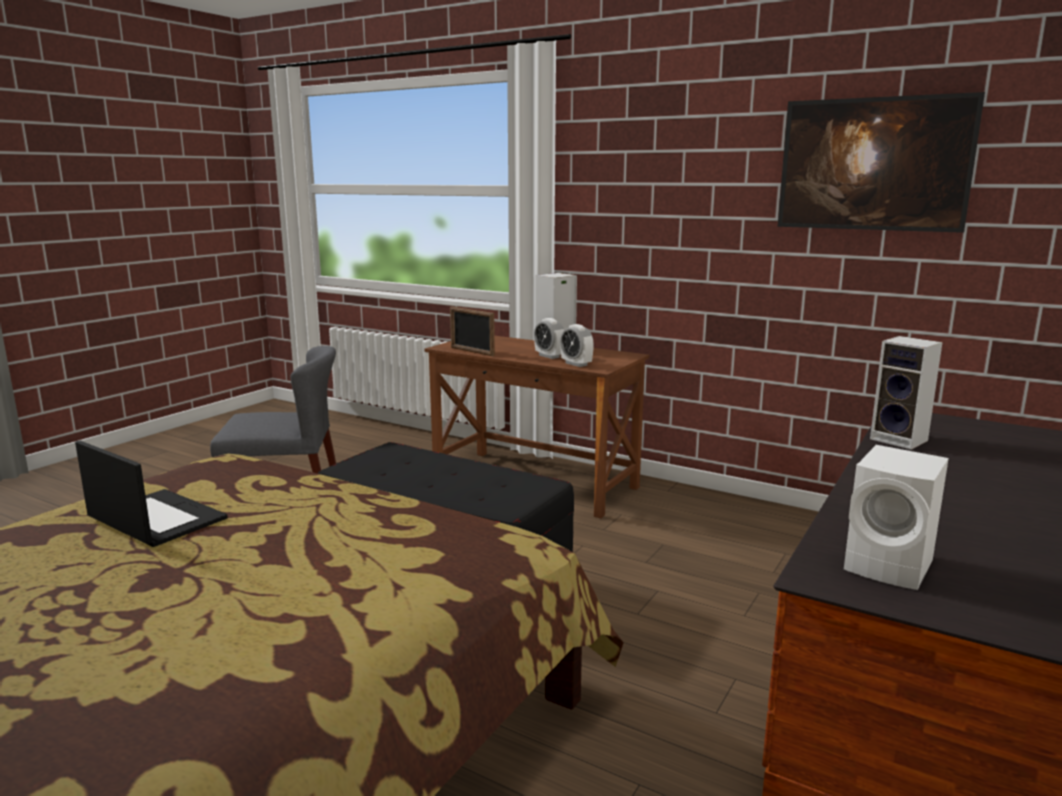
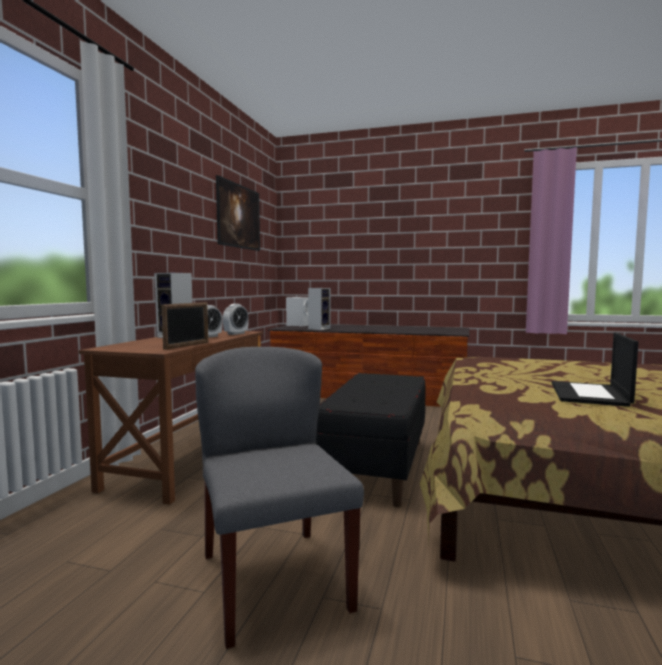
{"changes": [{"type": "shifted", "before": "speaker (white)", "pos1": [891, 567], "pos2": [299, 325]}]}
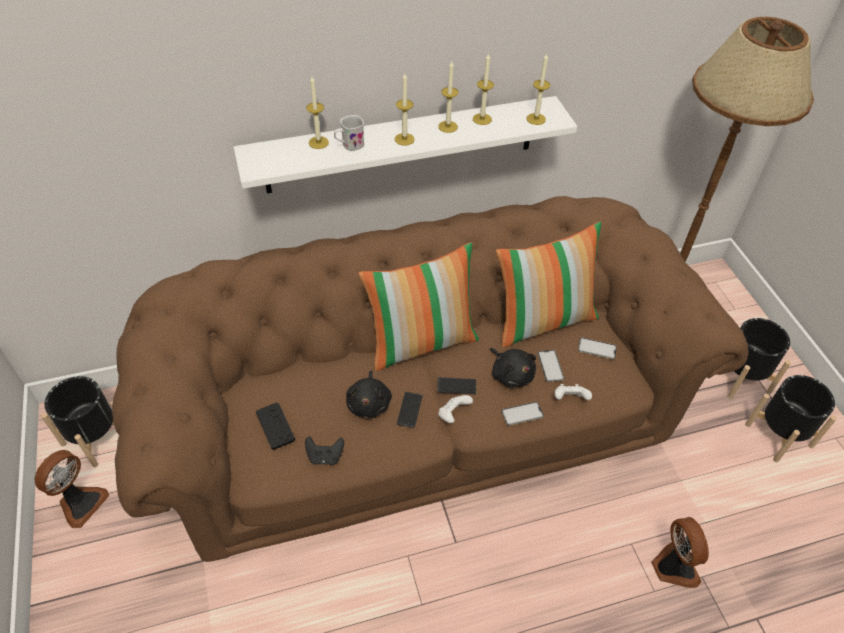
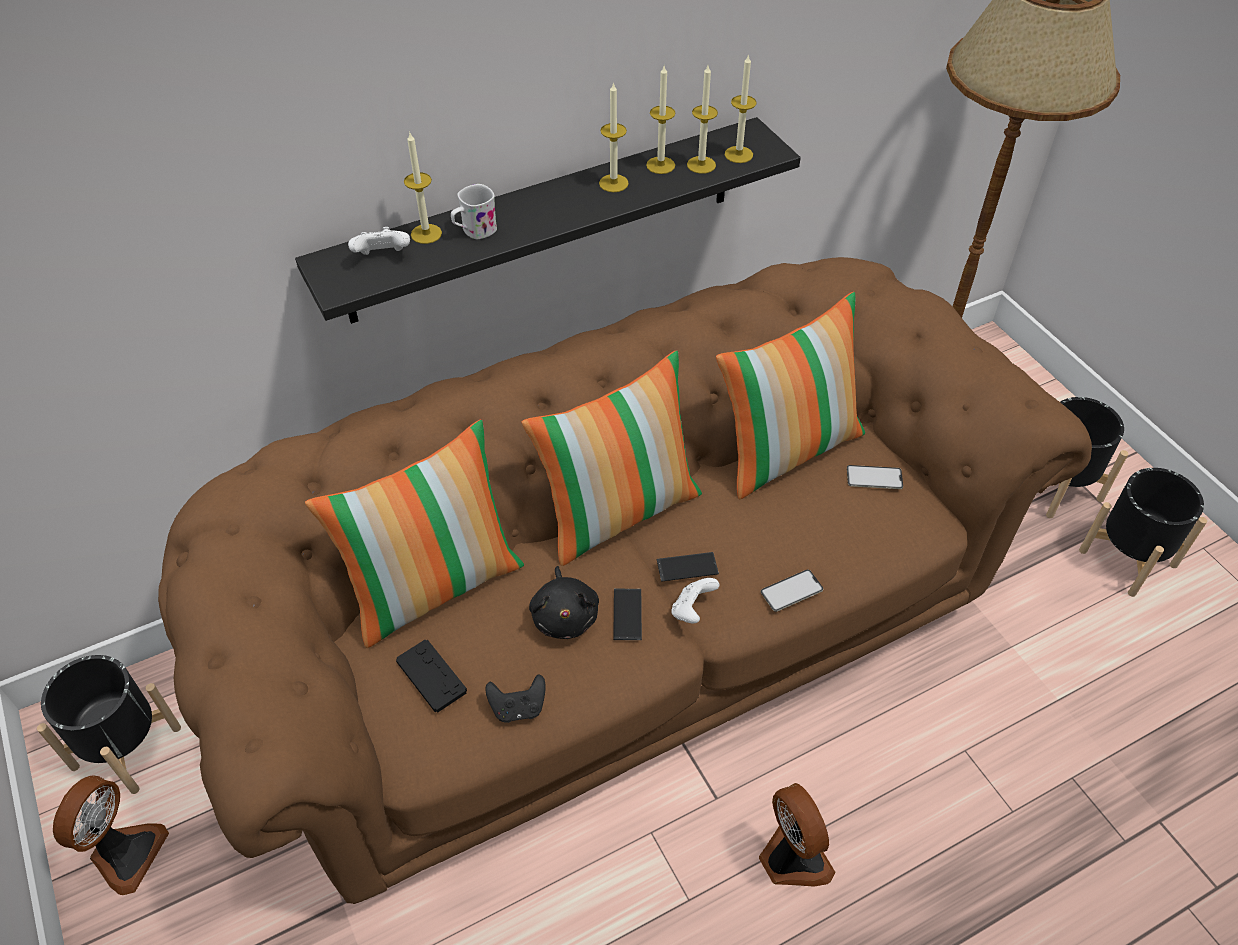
{"changes": [{"type": "repainted", "before": "shelf (white)", "after": "shelf (black)", "pos1": [401, 145], "pos2": [544, 221]}, {"type": "shifted", "before": "candle", "pos1": [404, 139], "pos2": [701, 165]}, {"type": "gone", "before": "plush toy (black)", "pos1": [511, 374]}, {"type": "gone", "before": "phone", "pos1": [550, 366]}, {"type": "shifted", "before": "game controller (white)", "pos1": [569, 399], "pos2": [383, 257]}, {"type": "shifted", "before": "fan", "pos1": [673, 567], "pos2": [791, 858]}, {"type": "new", "after": "pillow", "pos2": [434, 585]}]}
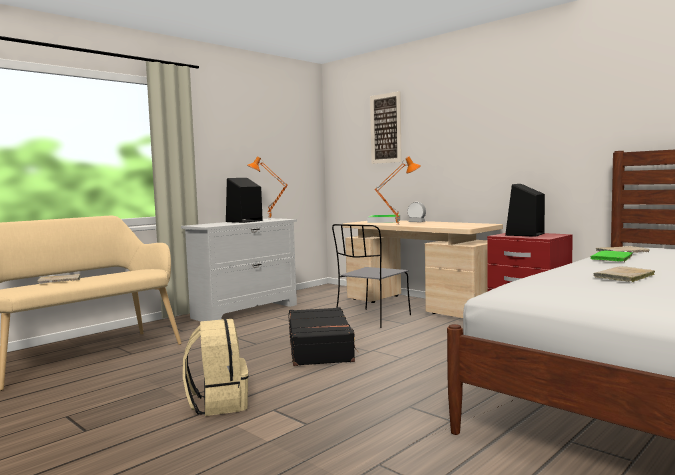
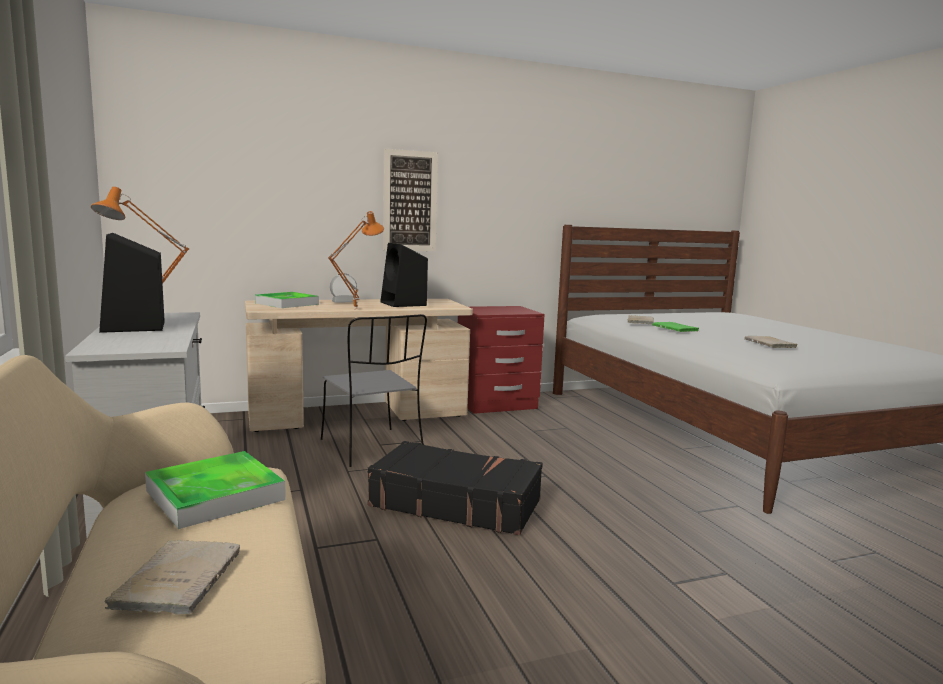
{"changes": [{"type": "gone", "before": "backpack (beige)", "pos1": [218, 403]}, {"type": "shifted", "before": "picture", "pos1": [385, 128], "pos2": [410, 201]}, {"type": "shifted", "before": "speaker (black)", "pos1": [525, 234], "pos2": [404, 304]}, {"type": "new", "after": "tray", "pos2": [215, 495]}]}
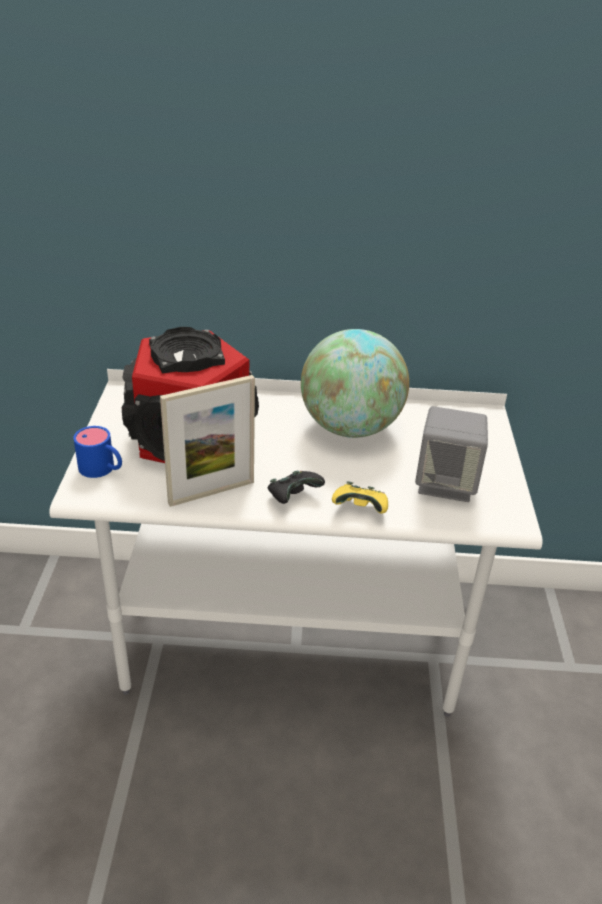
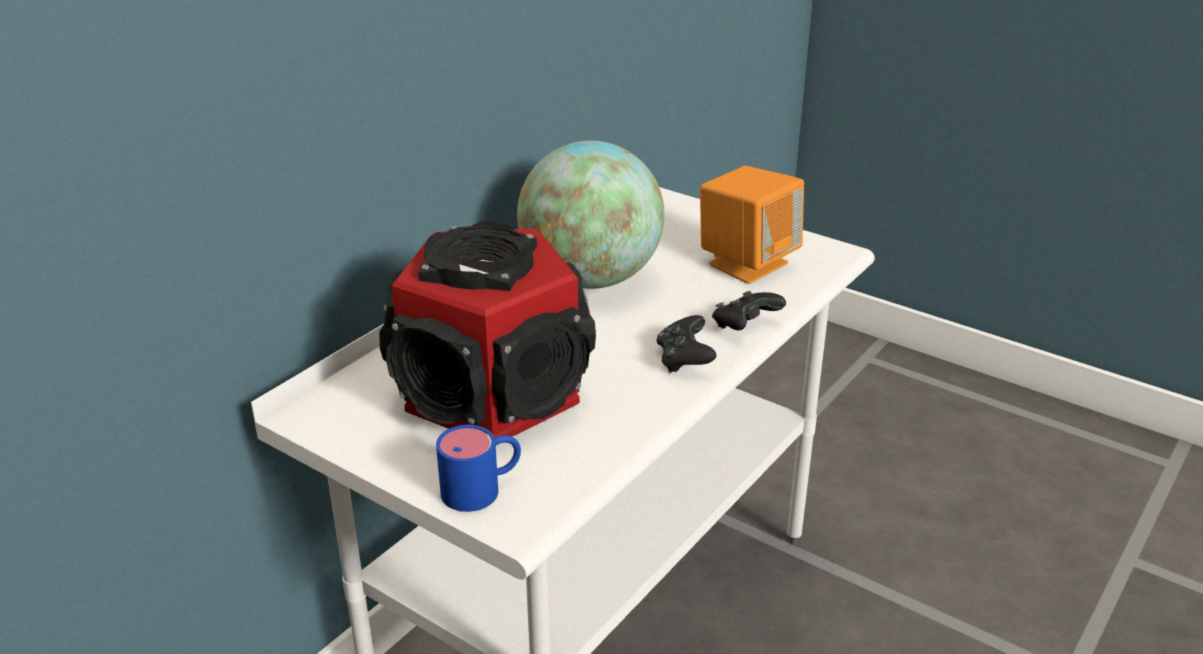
{"changes": [{"type": "gone", "before": "picture frame", "pos1": [211, 492]}, {"type": "repainted", "before": "game controller (yellow)", "after": "game controller (black)", "pos1": [360, 509], "pos2": [745, 326]}, {"type": "repainted", "before": "speaker (grey)", "after": "speaker (orange)", "pos1": [445, 484], "pos2": [747, 263]}]}
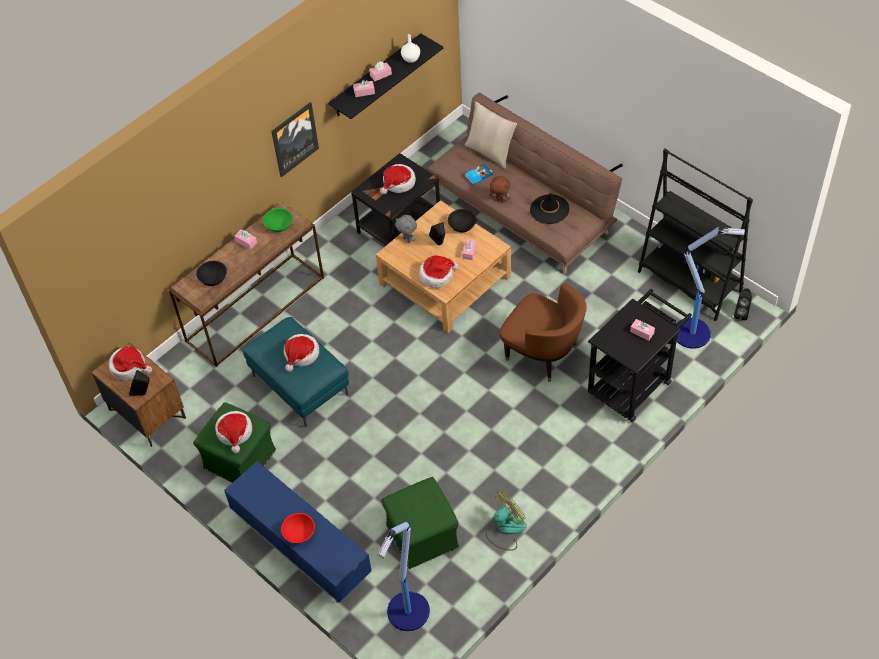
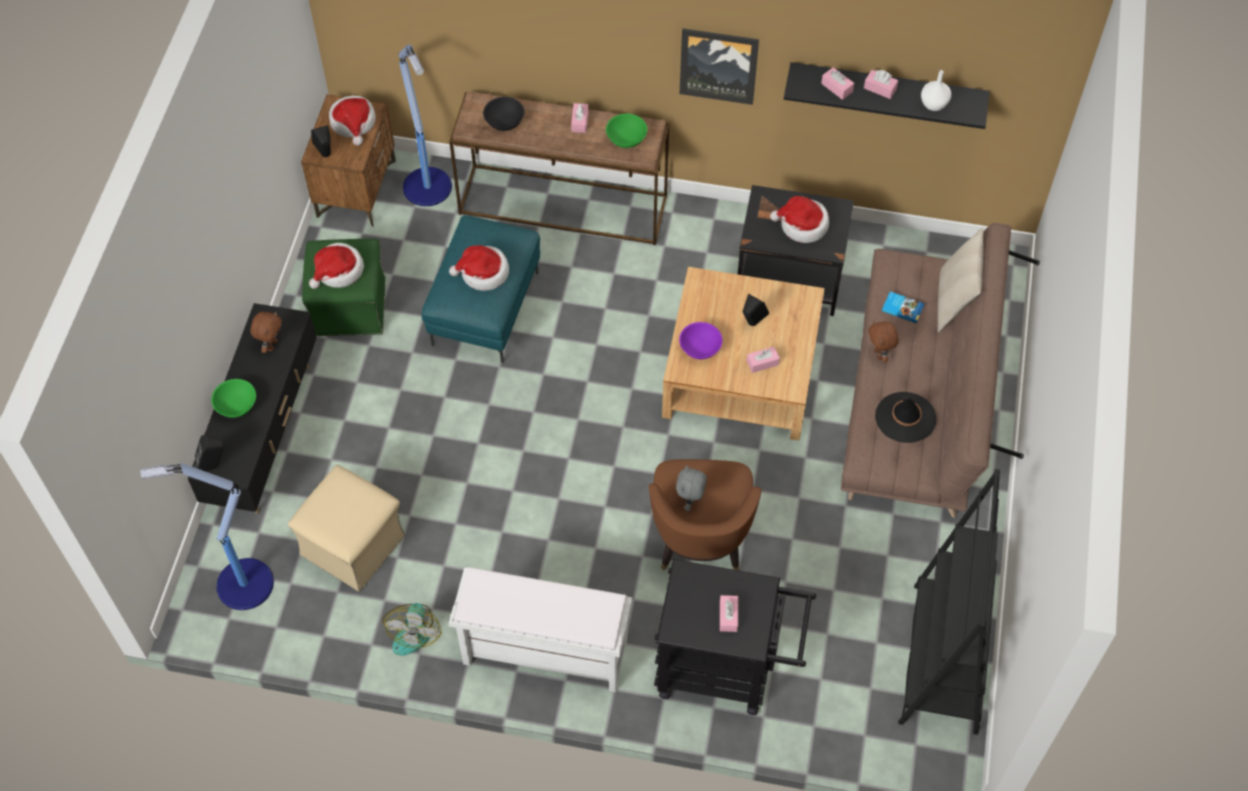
{"changes": [{"type": "repainted", "before": "tv stand (blue)", "after": "tv stand (black)", "pos1": [302, 551], "pos2": [266, 435]}, {"type": "repainted", "before": "bowl (red)", "after": "bowl (green)", "pos1": [299, 533], "pos2": [236, 405]}, {"type": "repainted", "before": "ottoman (green)", "after": "ottoman (beige)", "pos1": [422, 535], "pos2": [353, 544]}, {"type": "shifted", "before": "plush toy (grey)", "pos1": [407, 239], "pos2": [690, 501]}, {"type": "swapped", "before": "hat", "after": "bowl (purple)", "pos1": [437, 275], "pos2": [700, 348]}, {"type": "gone", "before": "bowl (black)", "pos1": [462, 226]}, {"type": "rotated", "before": "fan", "pos1": [505, 529], "pos2": [412, 630], "turn": 75}, {"type": "shifted", "before": "floor lamp", "pos1": [693, 333], "pos2": [428, 188]}, {"type": "shifted", "before": "speaker (black)", "pos1": [741, 313], "pos2": [213, 466]}, {"type": "new", "after": "plush toy (brown)", "pos2": [271, 345]}, {"type": "new", "after": "bench (white)", "pos2": [543, 652]}]}
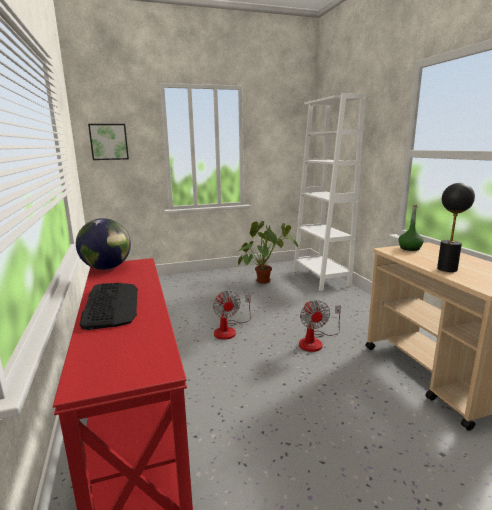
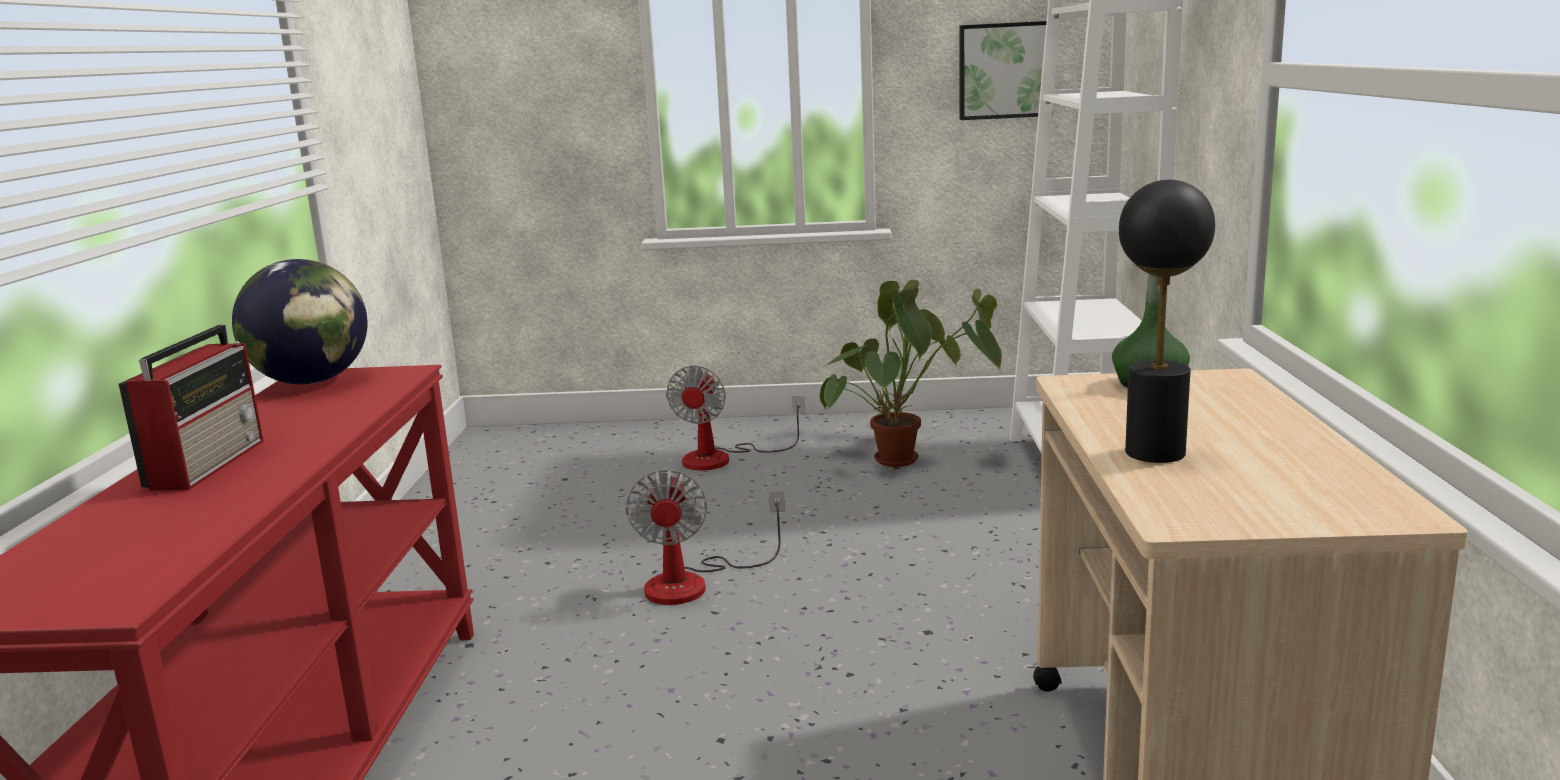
{"changes": [{"type": "swapped", "before": "keyboard", "after": "radio", "pos1": [111, 305], "pos2": [209, 463]}, {"type": "shifted", "before": "picture", "pos1": [109, 142], "pos2": [1005, 70]}, {"type": "shifted", "before": "fan", "pos1": [315, 341], "pos2": [722, 458]}]}
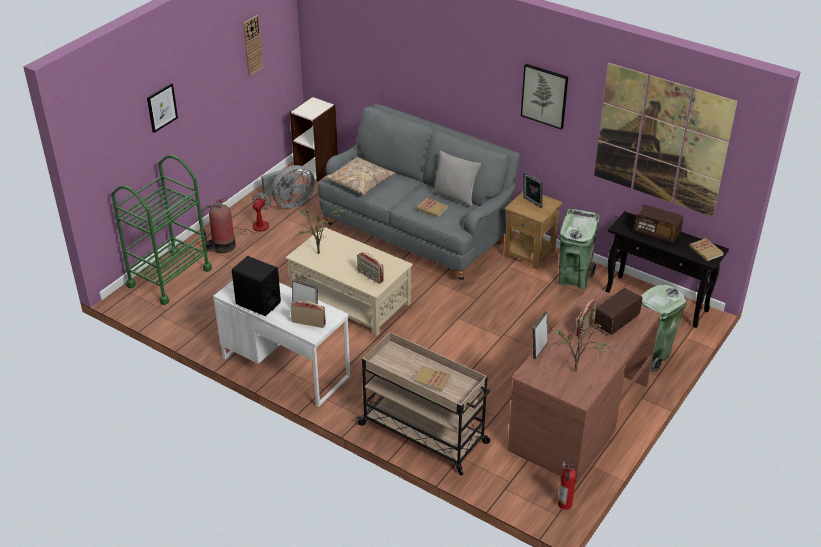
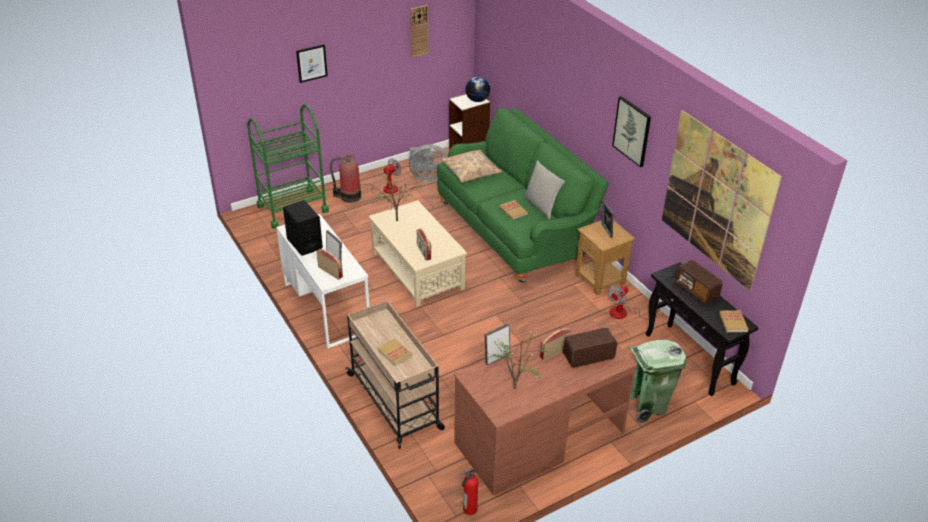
{"changes": [{"type": "repainted", "before": "sofa (grey)", "after": "sofa (green)", "pos1": [417, 231], "pos2": [515, 230]}, {"type": "swapped", "before": "trash can (green)", "after": "fan", "pos1": [574, 278], "pos2": [625, 313]}, {"type": "new", "after": "globe", "pos2": [477, 100]}]}
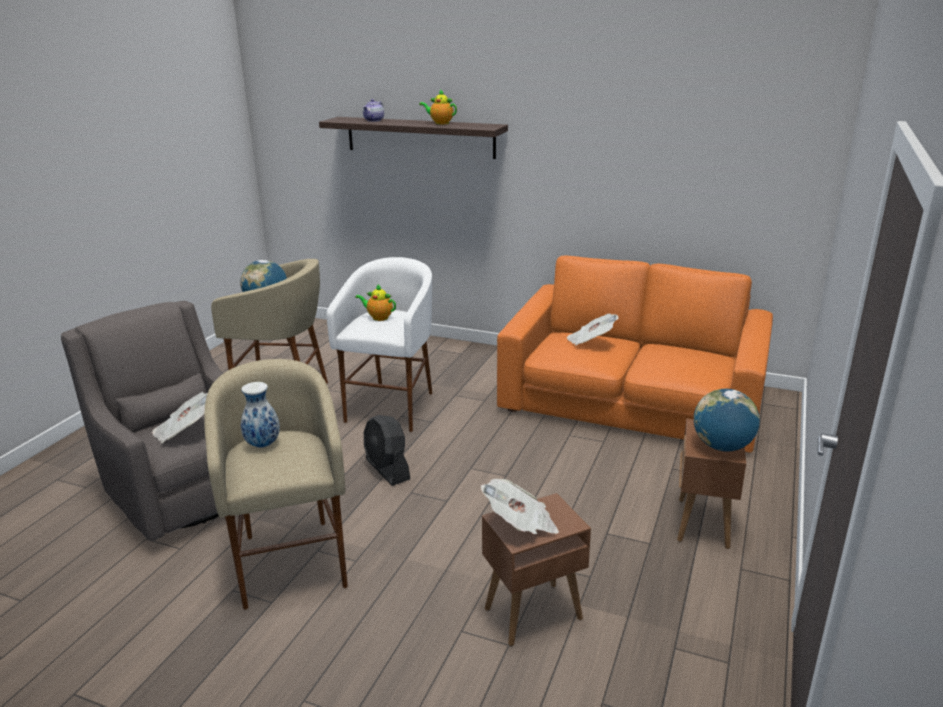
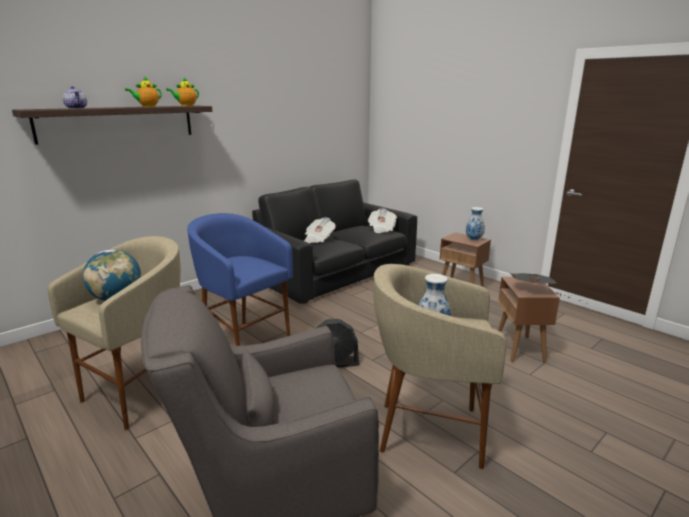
{"changes": [{"type": "shifted", "before": "newspaper", "pos1": [184, 431], "pos2": [381, 229]}, {"type": "repainted", "before": "stool (white)", "after": "stool (blue)", "pos1": [392, 407], "pos2": [244, 342]}, {"type": "shifted", "before": "teapot", "pos1": [378, 317], "pos2": [186, 105]}, {"type": "repainted", "before": "sofa (orange)", "after": "sofa (black)", "pos1": [632, 400], "pos2": [333, 271]}, {"type": "swapped", "before": "globe", "after": "vase", "pos1": [722, 446], "pos2": [473, 239]}]}
